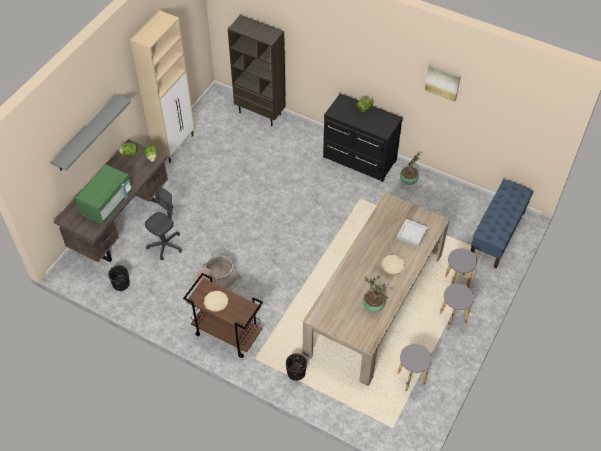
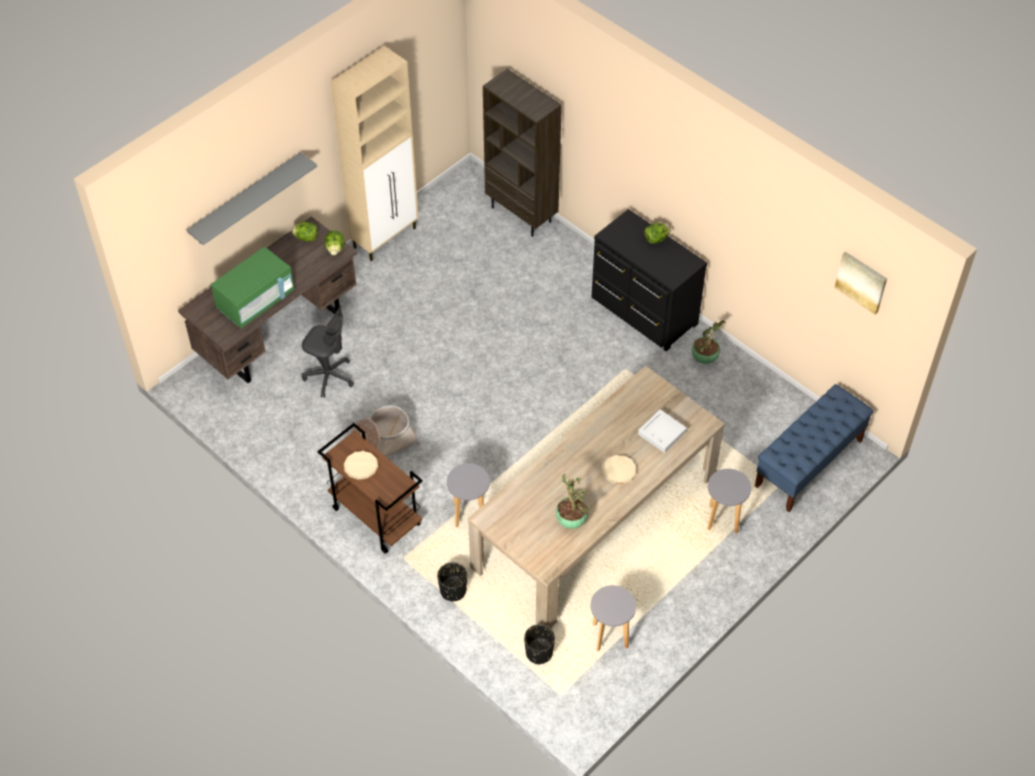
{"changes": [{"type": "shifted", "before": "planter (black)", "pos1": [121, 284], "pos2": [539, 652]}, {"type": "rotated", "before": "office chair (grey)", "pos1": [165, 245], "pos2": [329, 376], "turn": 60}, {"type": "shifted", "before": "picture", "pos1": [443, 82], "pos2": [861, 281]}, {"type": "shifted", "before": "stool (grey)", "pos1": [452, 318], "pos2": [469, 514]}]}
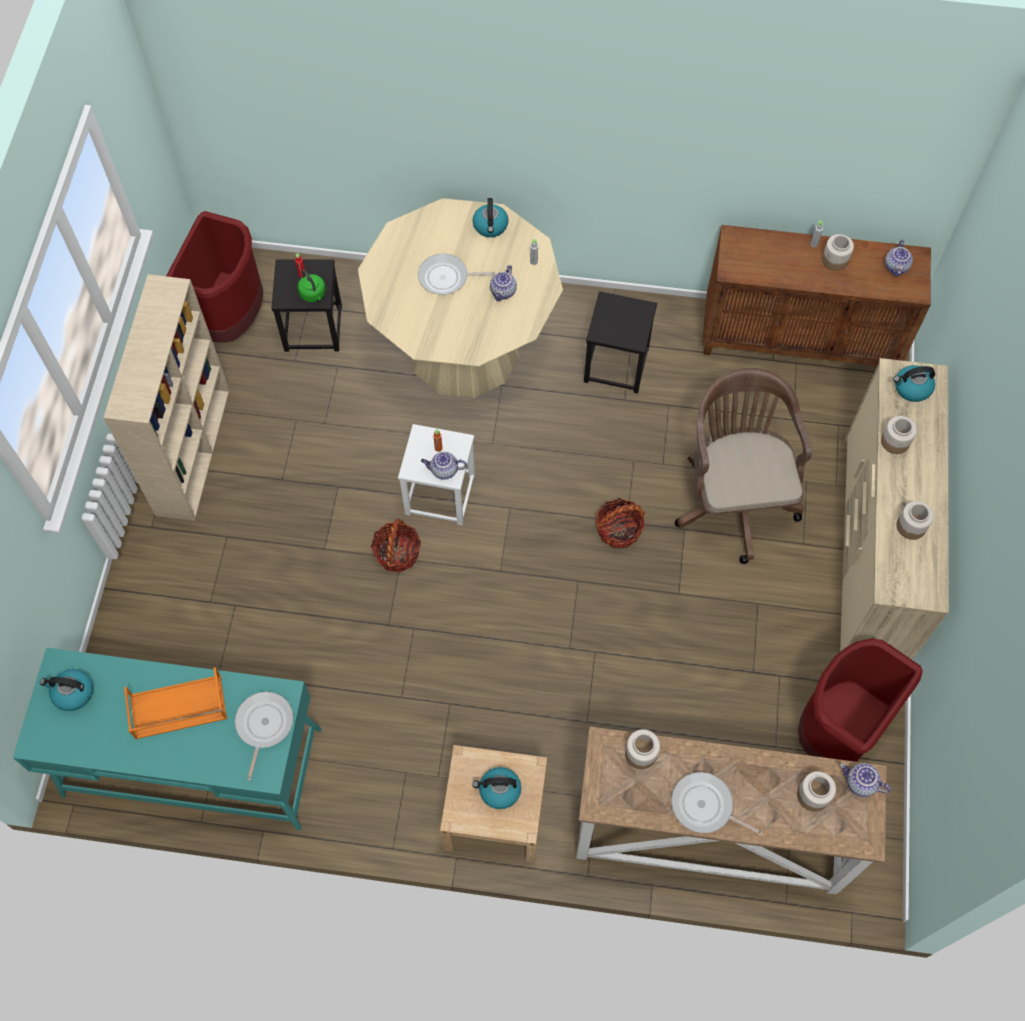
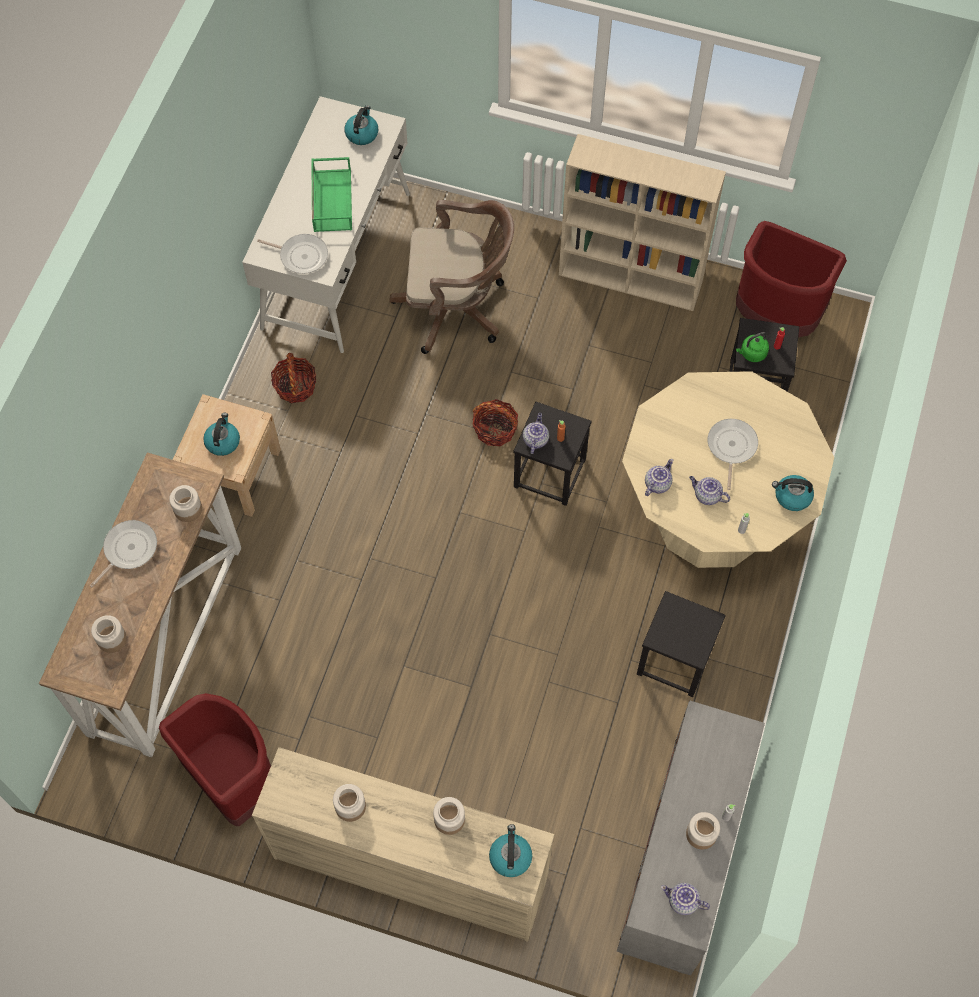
{"changes": [{"type": "repainted", "before": "desk (turquoise)", "after": "desk (white)", "pos1": [192, 761], "pos2": [337, 260]}, {"type": "repainted", "before": "tray (orange)", "after": "tray (green)", "pos1": [177, 708], "pos2": [331, 200]}, {"type": "repainted", "before": "stool (white)", "after": "stool (black)", "pos1": [439, 495], "pos2": [549, 472]}, {"type": "shifted", "before": "basket", "pos1": [618, 530], "pos2": [295, 386]}, {"type": "shifted", "before": "office chair (brown)", "pos1": [733, 498], "pos2": [457, 308]}, {"type": "repainted", "before": "cabinet (brown)", "after": "cabinet (grey)", "pos1": [799, 340], "pos2": [681, 861]}, {"type": "shifted", "before": "teapot", "pos1": [860, 783], "pos2": [657, 483]}]}
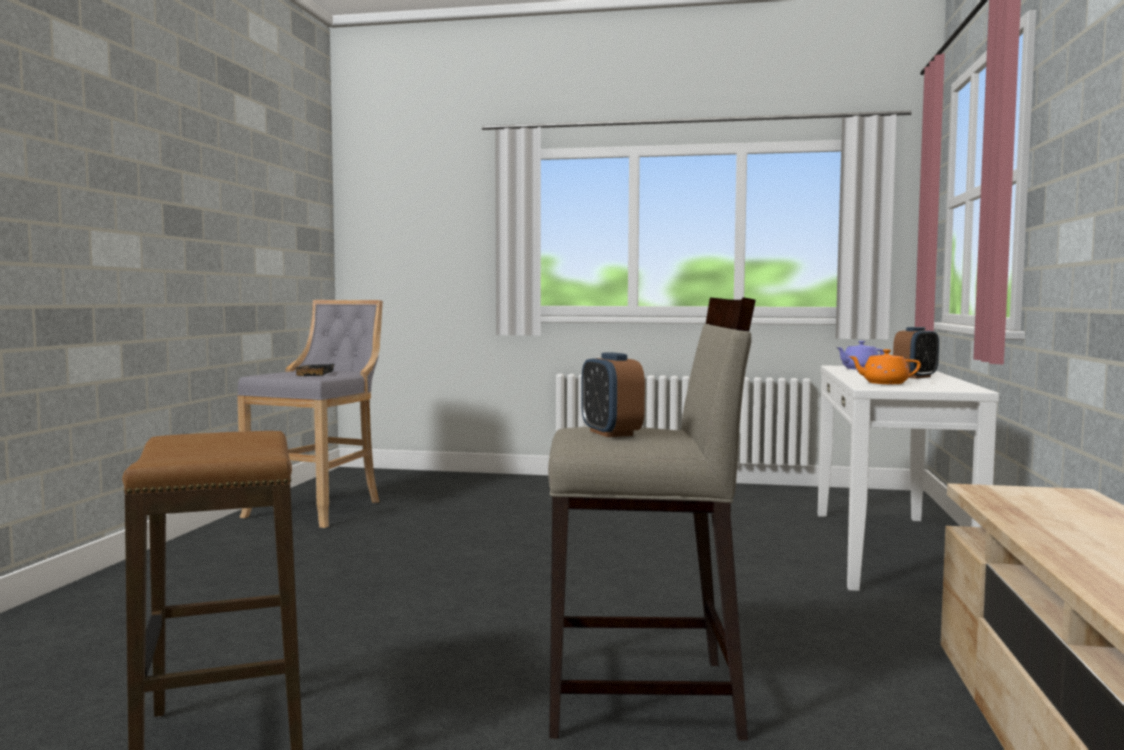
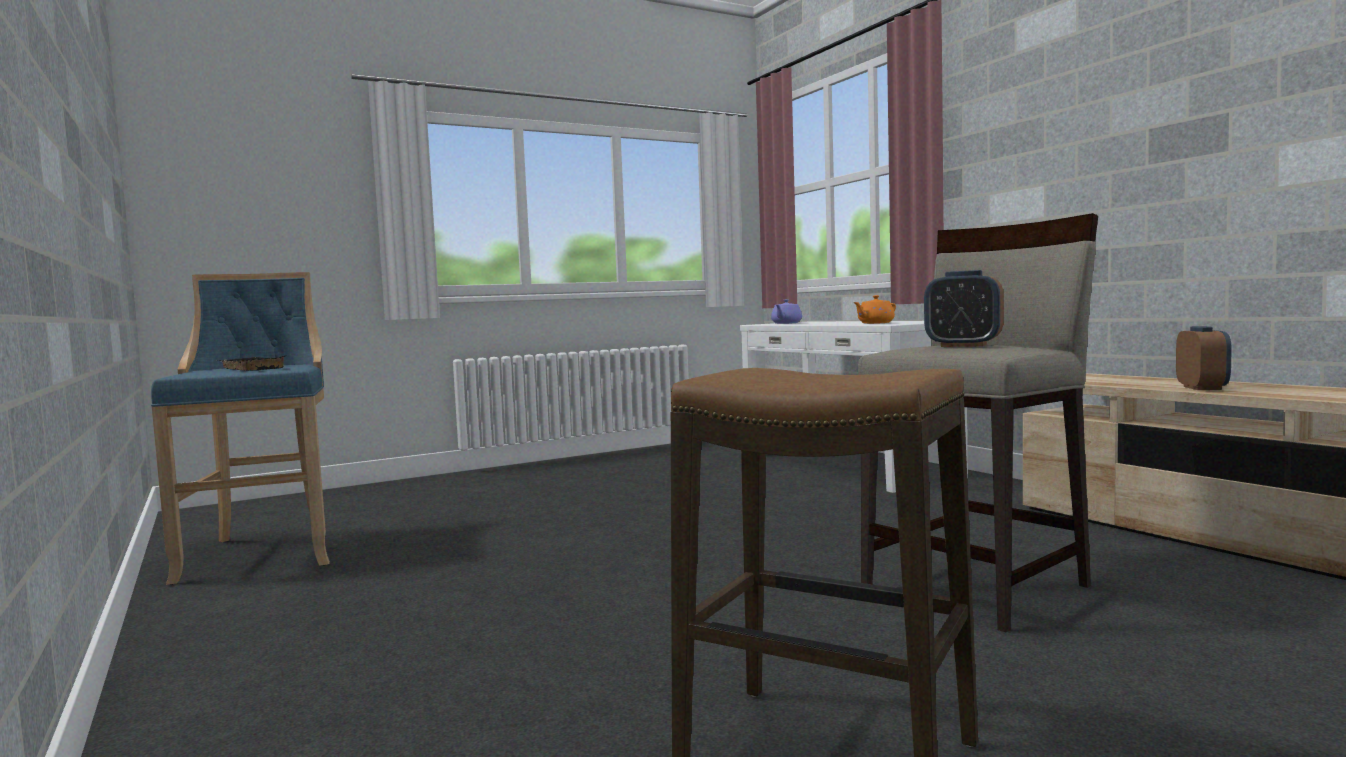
{"changes": [{"type": "repainted", "before": "stool (grey)", "after": "stool (blue)", "pos1": [320, 509], "pos2": [264, 552]}, {"type": "shifted", "before": "alarm clock", "pos1": [915, 377], "pos2": [1202, 388]}]}
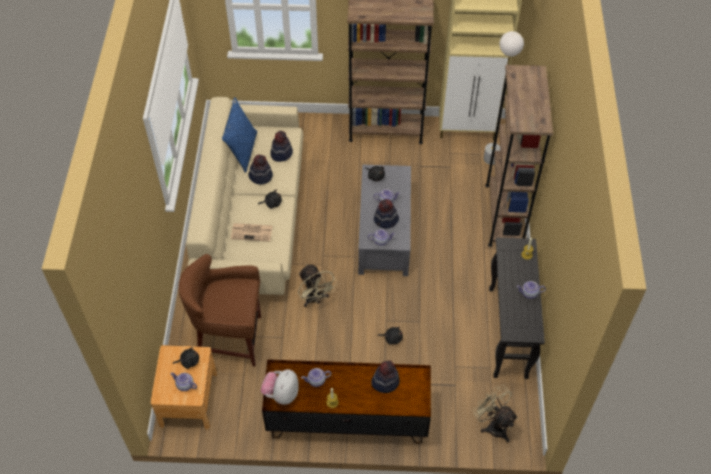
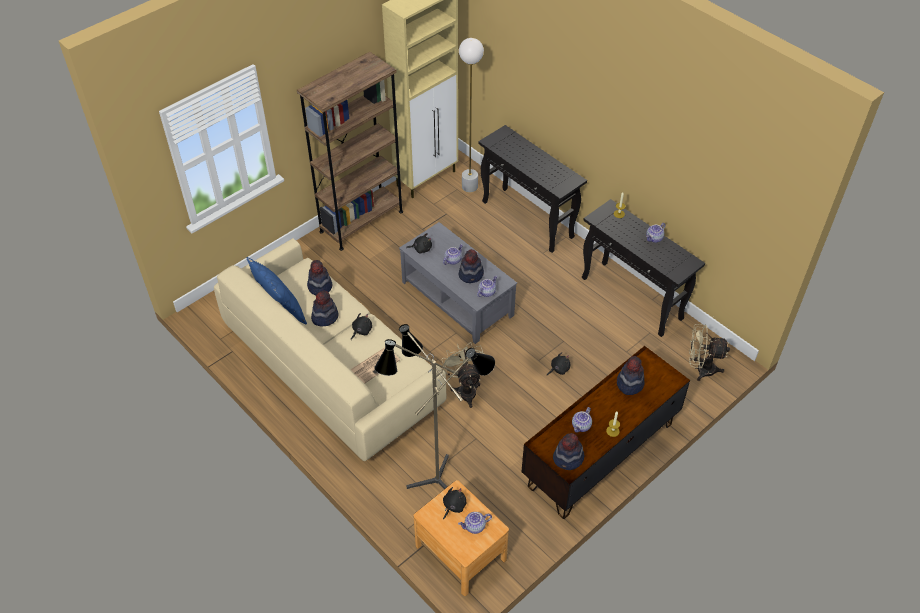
{"changes": [{"type": "swapped", "before": "stool (brown)", "after": "floor lamp", "pos1": [230, 339], "pos2": [435, 476]}, {"type": "swapped", "before": "plush toy", "after": "hat", "pos1": [281, 394], "pos2": [568, 458]}, {"type": "rotated", "before": "fan (beige)", "pos1": [315, 299], "pos2": [465, 389], "turn": -120}, {"type": "swapped", "before": "bookcase (brown)", "after": "console table (black)", "pos1": [504, 215], "pos2": [528, 220]}]}
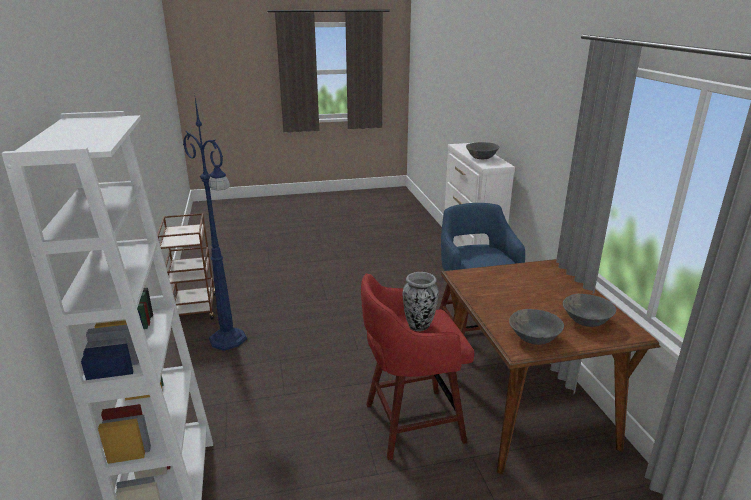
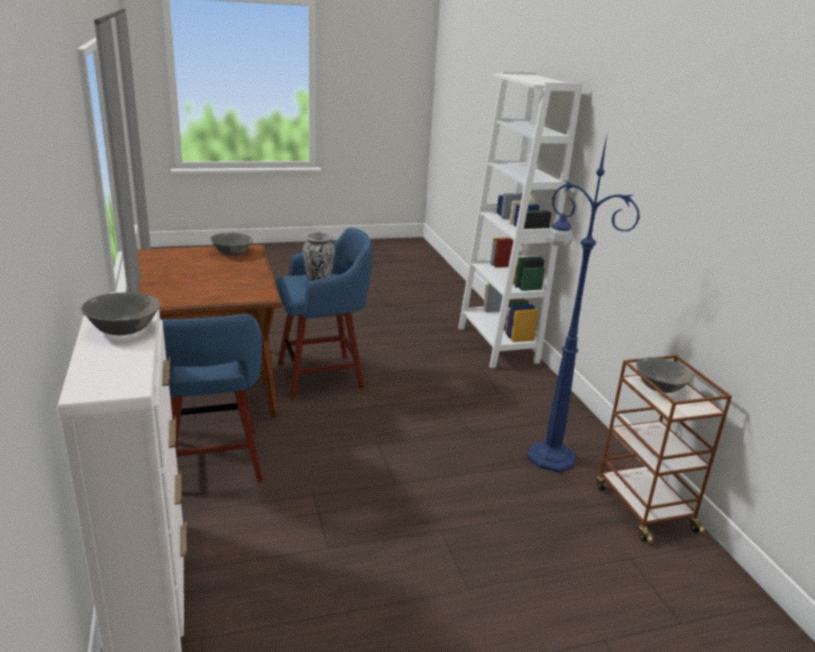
{"changes": [{"type": "repainted", "before": "stool (red)", "after": "stool (blue)", "pos1": [410, 423], "pos2": [323, 376]}, {"type": "shifted", "before": "bowl (grey)", "pos1": [587, 321], "pos2": [659, 387]}]}
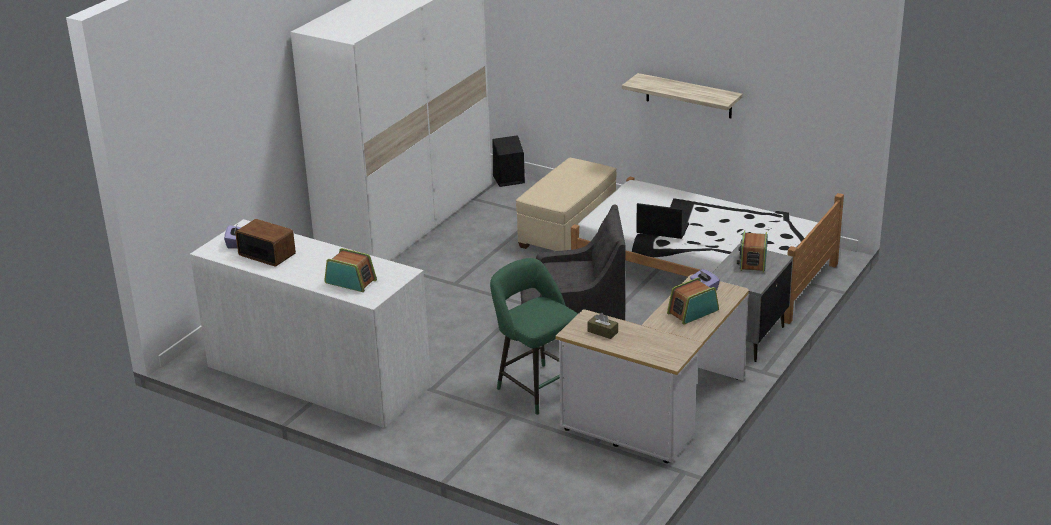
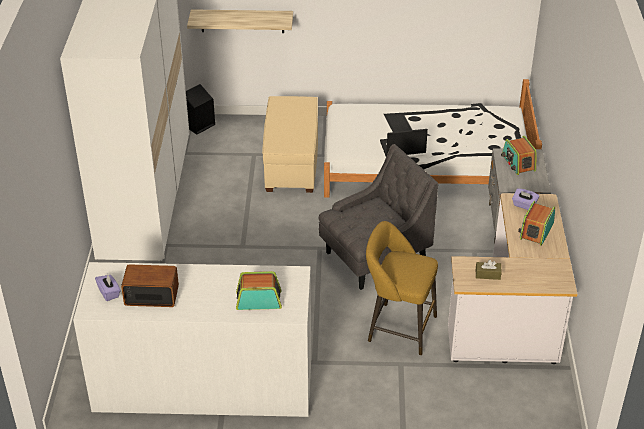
{"changes": [{"type": "repainted", "before": "stool (green)", "after": "stool (yellow)", "pos1": [537, 387], "pos2": [398, 328]}, {"type": "shifted", "before": "shelf", "pos1": [688, 96], "pos2": [242, 21]}]}
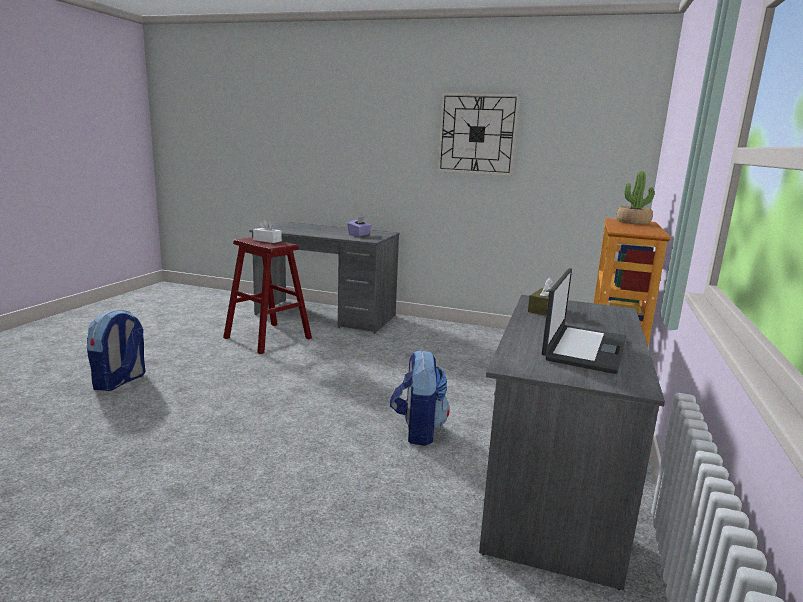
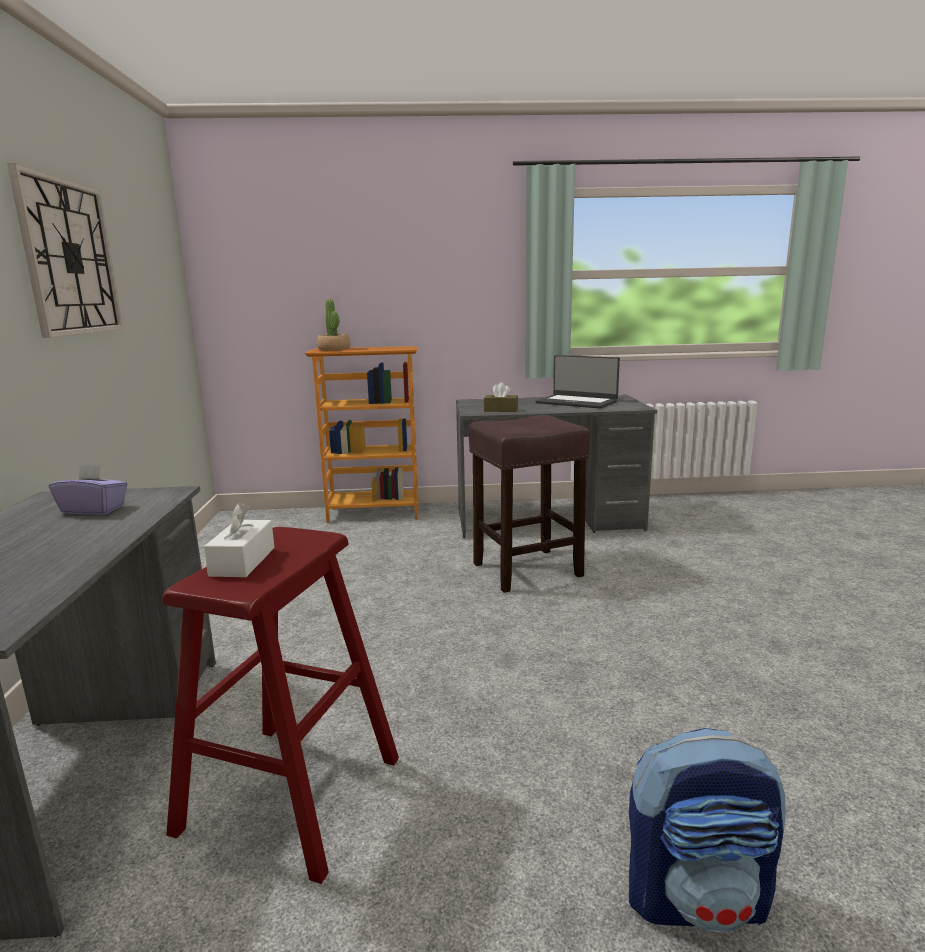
{"changes": [{"type": "swapped", "before": "backpack", "after": "stool (brown)", "pos1": [417, 430], "pos2": [525, 570]}, {"type": "rotated", "before": "laptop", "pos1": [583, 348], "pos2": [576, 402], "turn": -150}]}
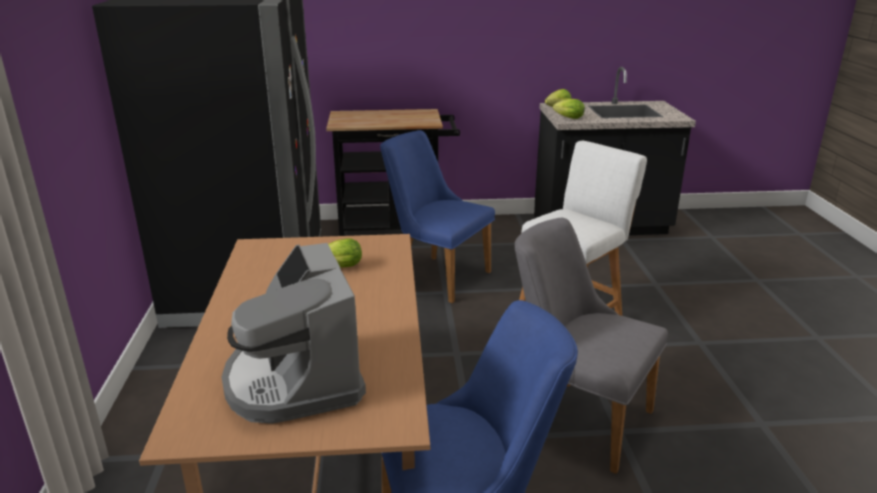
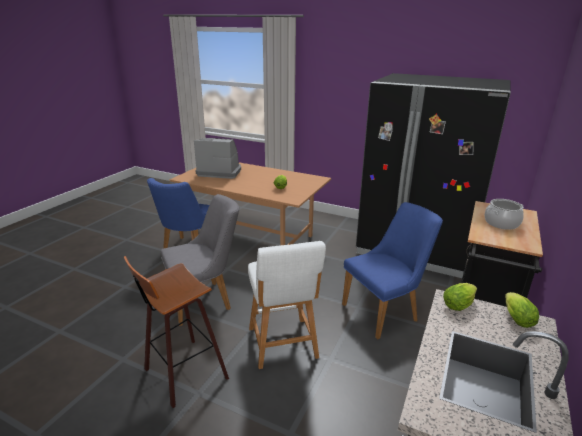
{"changes": [{"type": "new", "after": "stool", "pos2": [183, 373]}, {"type": "new", "after": "cooking pot", "pos2": [501, 223]}]}
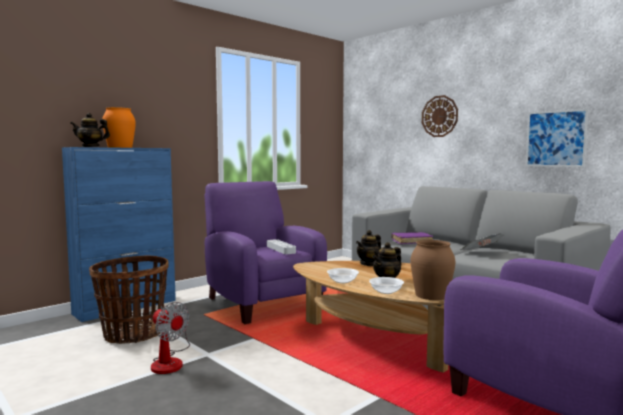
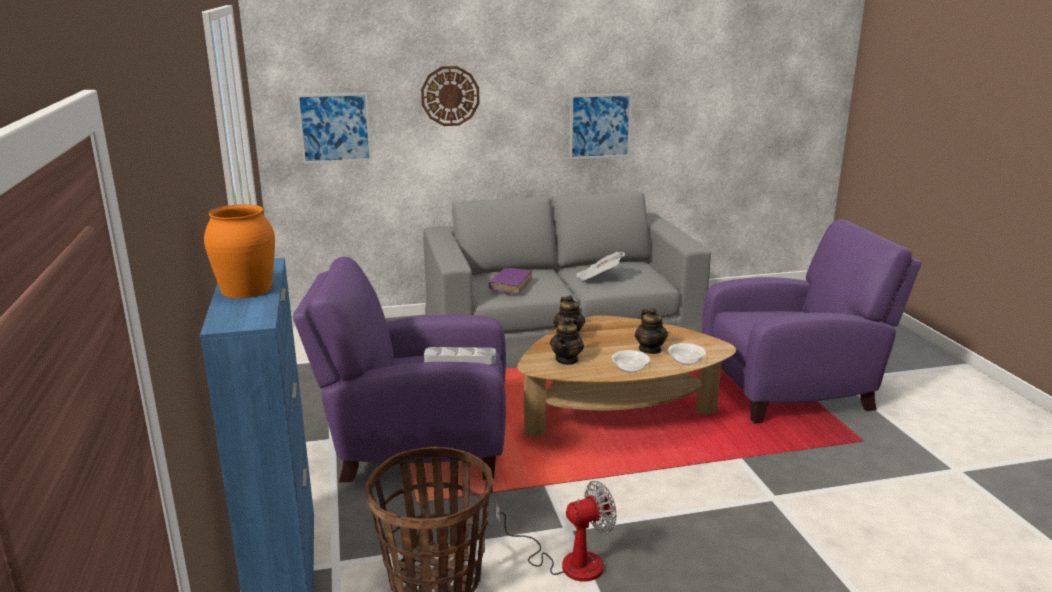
{"changes": [{"type": "shifted", "before": "teapot", "pos1": [90, 147], "pos2": [567, 359]}, {"type": "gone", "before": "vase (brown)", "pos1": [431, 295]}, {"type": "new", "after": "picture", "pos2": [335, 128]}]}
